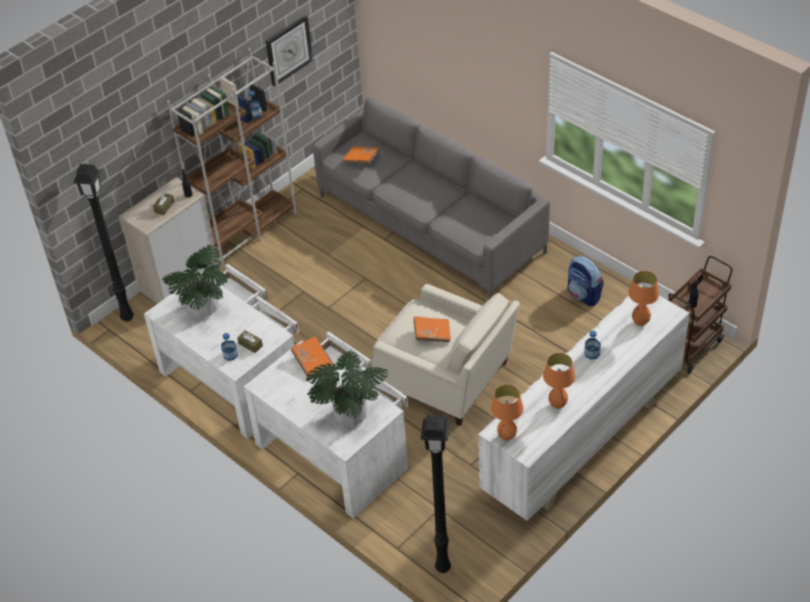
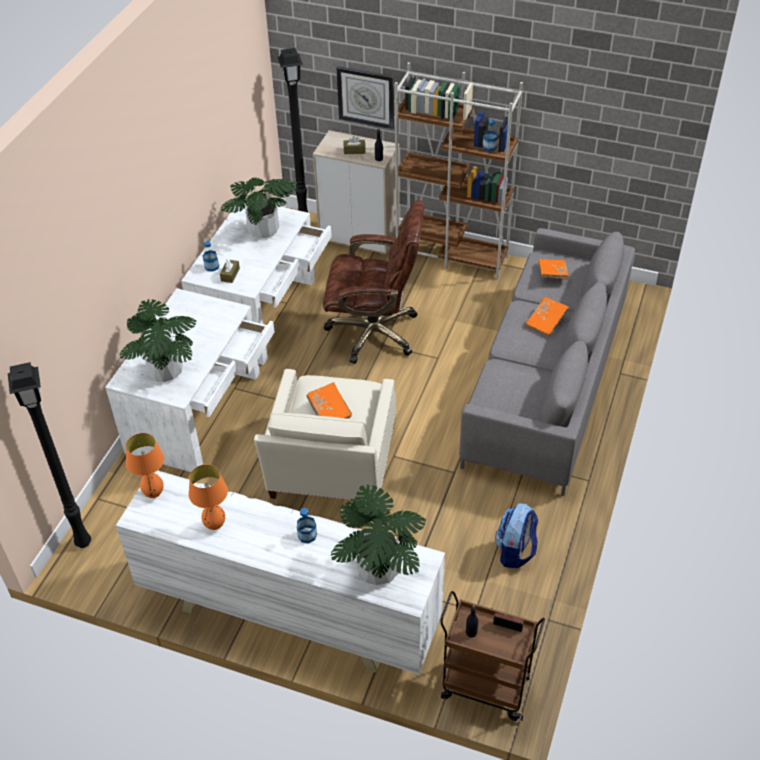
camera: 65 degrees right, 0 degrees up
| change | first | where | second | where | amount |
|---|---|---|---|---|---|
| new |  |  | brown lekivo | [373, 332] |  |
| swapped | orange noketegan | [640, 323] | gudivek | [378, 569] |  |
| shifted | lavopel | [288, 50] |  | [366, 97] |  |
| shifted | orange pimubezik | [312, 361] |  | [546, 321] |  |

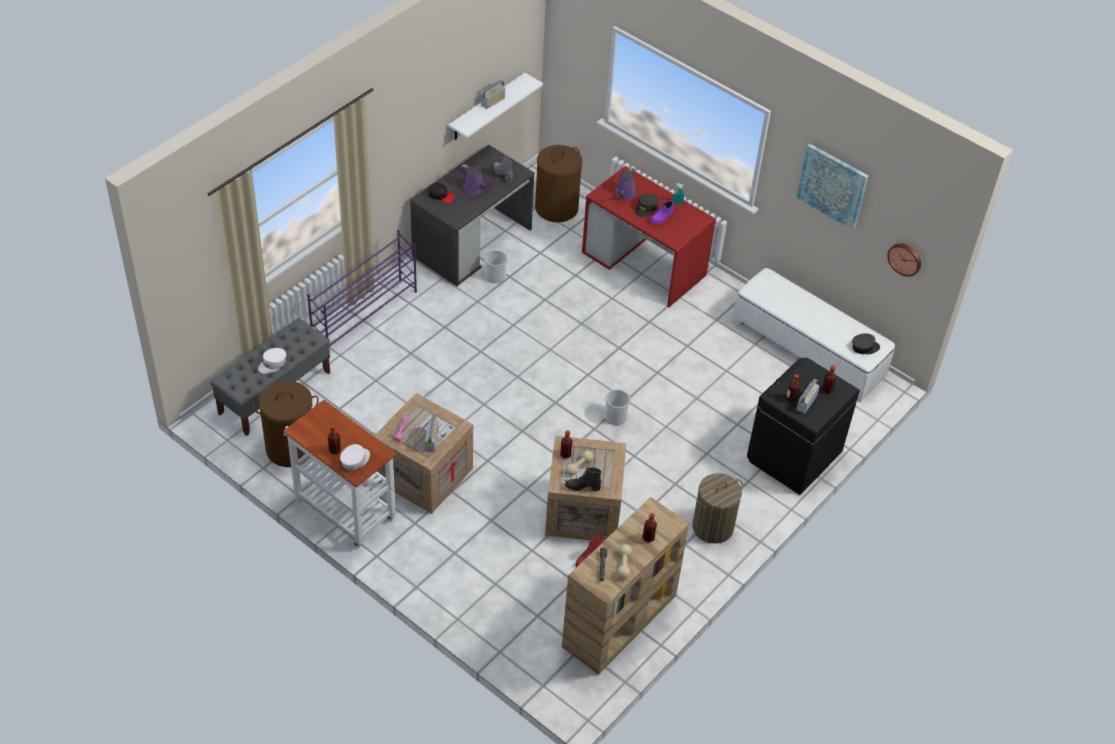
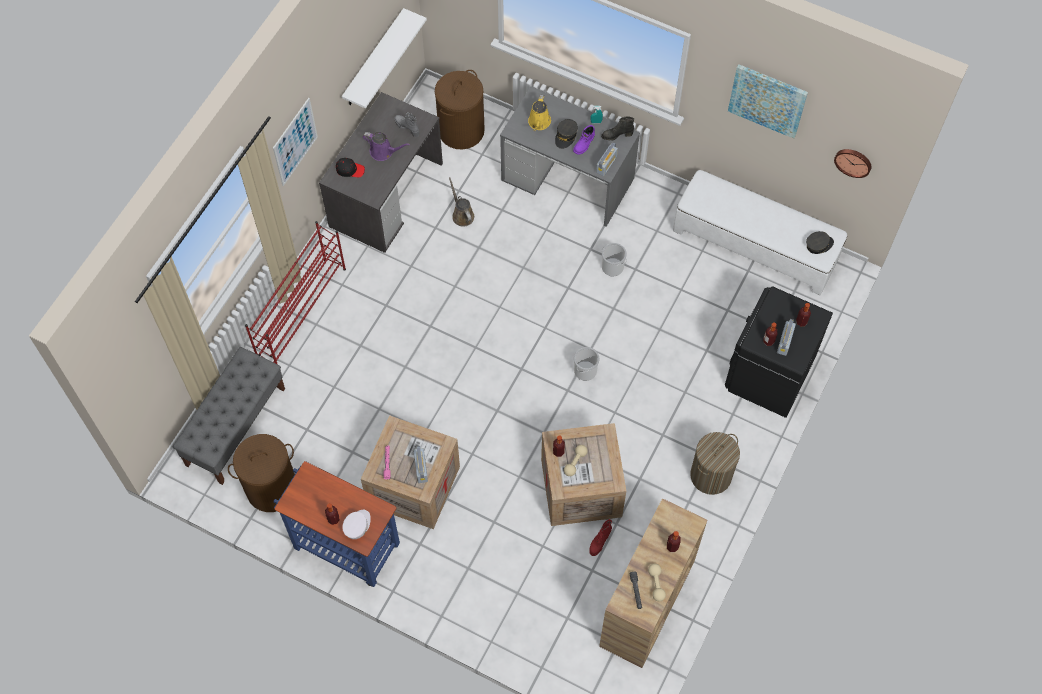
camera: 10 degrees left, 15 degrees up
| change | first | where | second | where | amount |
|---|---|---|---|---|---|
| repainted | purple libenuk | [366, 318] | red libenuk | [302, 313] |  |
| new |  |  | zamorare | [295, 142] |  |
| repainted | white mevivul | [343, 510] | blue mevivul | [345, 546] |  |
| new |  |  | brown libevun | [462, 214] |  |
| repainted | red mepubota | [644, 263] | grey mepubota | [568, 179] |  |
| repainted | purple libevun | [624, 194] | yellow libevun | [539, 123] |  |
| shifted | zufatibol | [493, 102] |  | [606, 164] |  |
| shifted | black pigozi | [582, 487] |  | [617, 135] |  |
| shifted | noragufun | [495, 276] |  | [613, 267] |  |
| gone | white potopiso | [272, 364] |  |  |  |

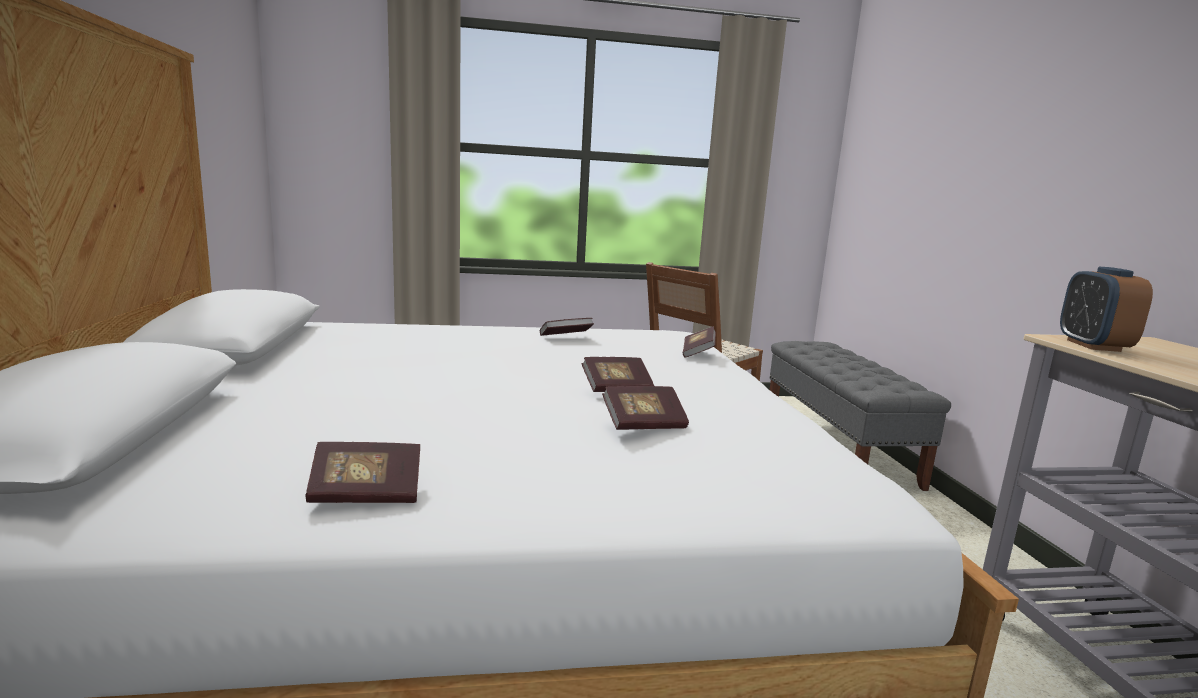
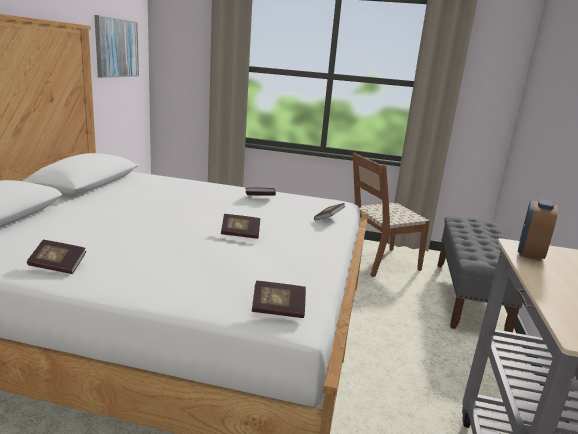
camera: 20 degrees right, 5 degrees up
| change | first | where | second | where | amount |
|---|---|---|---|---|---|
| new |  |  | zamorare | [116, 48] |  |
| shifted | pimubezik | [644, 424] |  | [278, 309] |  |

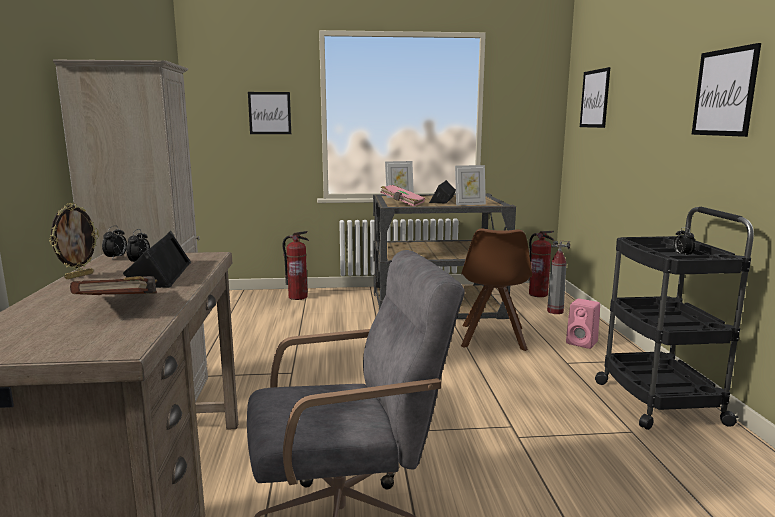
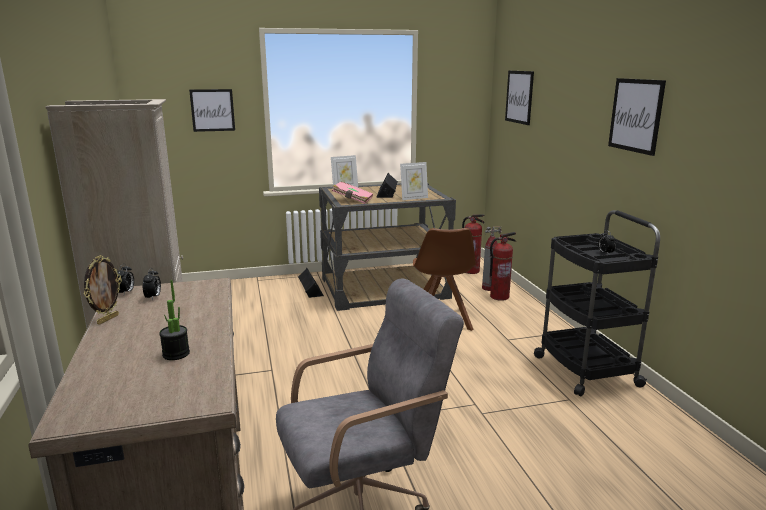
camera: 10 degrees left, 5 degrees up
| change | first | where | second | where | amount |
|---|---|---|---|---|---|
| swapped | brown pimubezik | [122, 306] | gudivek | [176, 354] |  |
| shifted | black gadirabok | [159, 274] |  | [309, 289] |  |
| shifted | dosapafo | [298, 297] |  | [499, 297] |  |
| gone | pink gadirabok | [583, 343] |  |  |  |

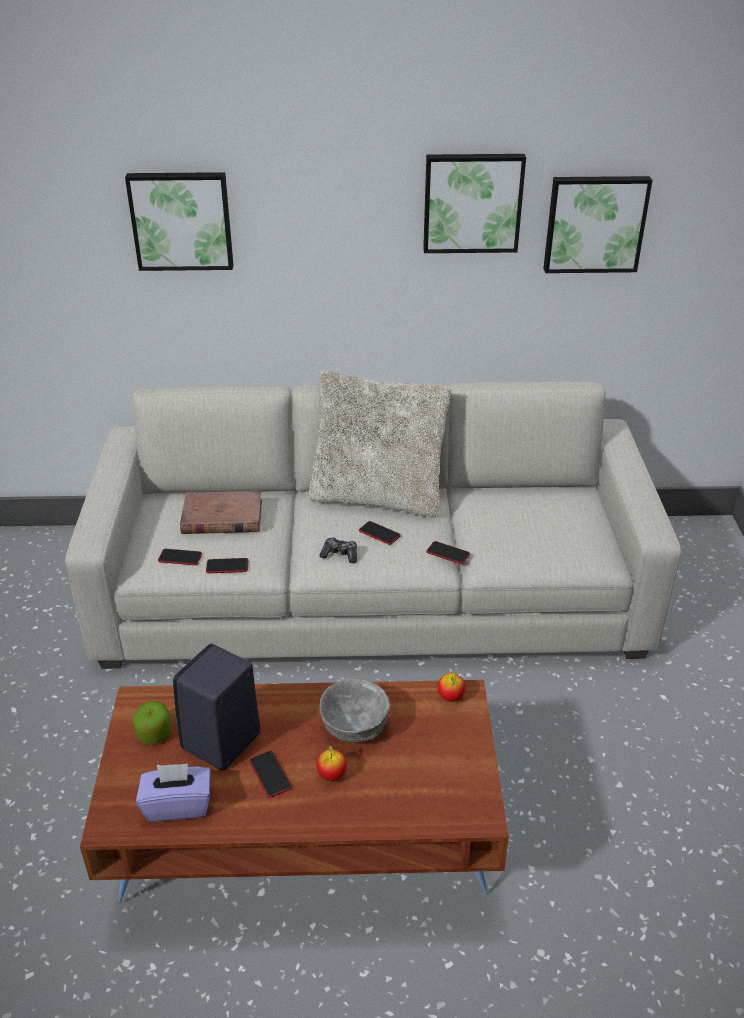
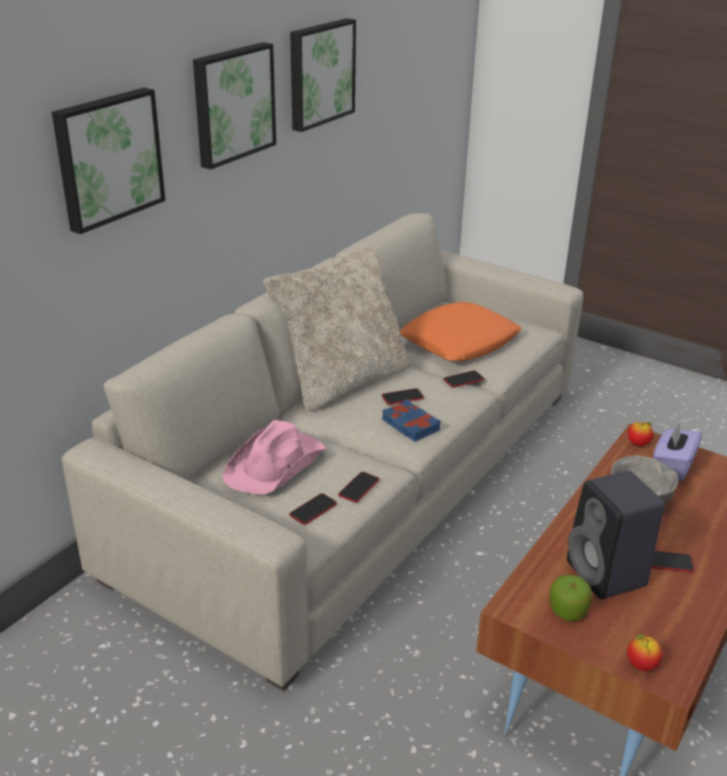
camera: 55 degrees left, 5 degrees down
| change | first | where | second | where | amount |
|---|---|---|---|---|---|
| shifted | zamorare | [594, 223] |  | [232, 103] |  |
| swapped | brown pimubezik | [221, 517] | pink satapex | [276, 464] |  |
| swapped | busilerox | [340, 555] | blue pimubezik | [410, 425] |  |
| new |  |  | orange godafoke | [459, 341] |  |
| shifted | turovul | [331, 774] |  | [641, 665] |  |
| shifted | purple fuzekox | [178, 805] |  | [672, 466] |  |

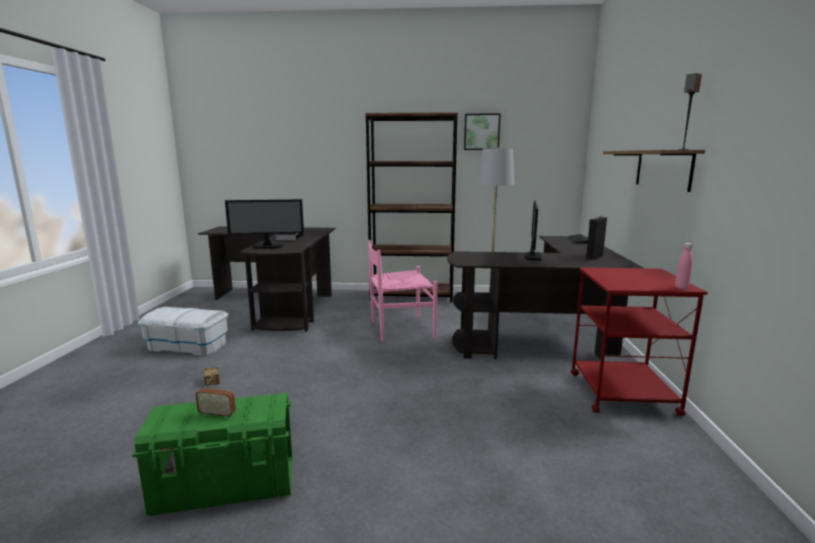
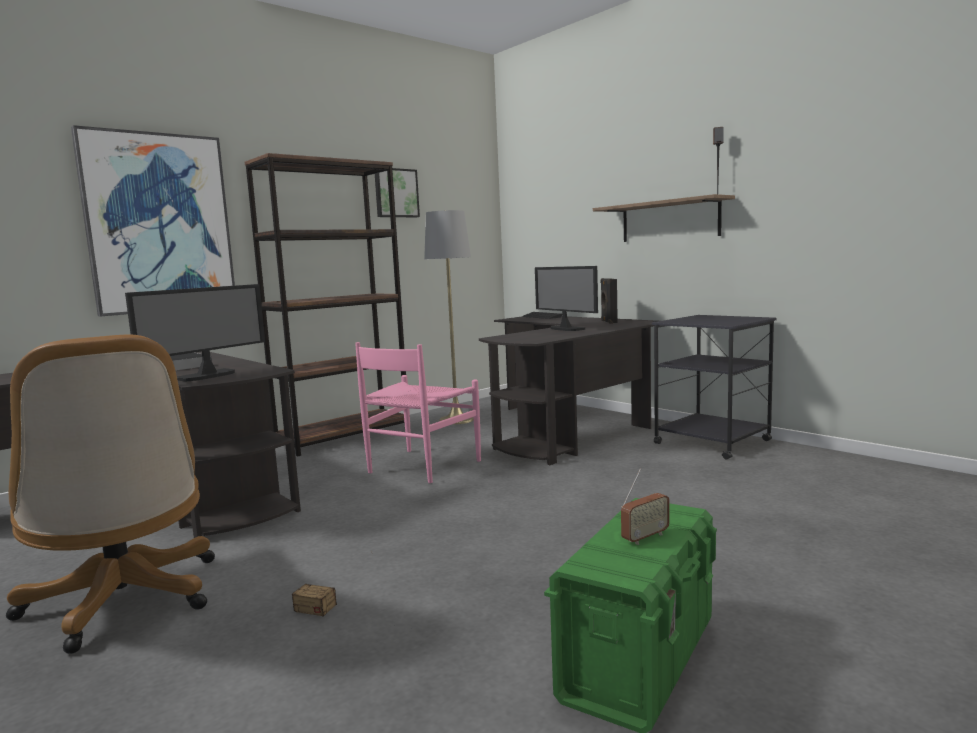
camera: 45 degrees left, 5 degrees down
| change | first | where | second | where | amount |
|---|---|---|---|---|---|
| swapped | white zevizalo | [187, 346] | lekivo | [126, 604] |  |
| new |  |  | zamorare | [159, 224] |  |
| repainted | red mevivul | [622, 394] | black mevivul | [713, 442] |  |
| gone | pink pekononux | [681, 288] |  |  |  |

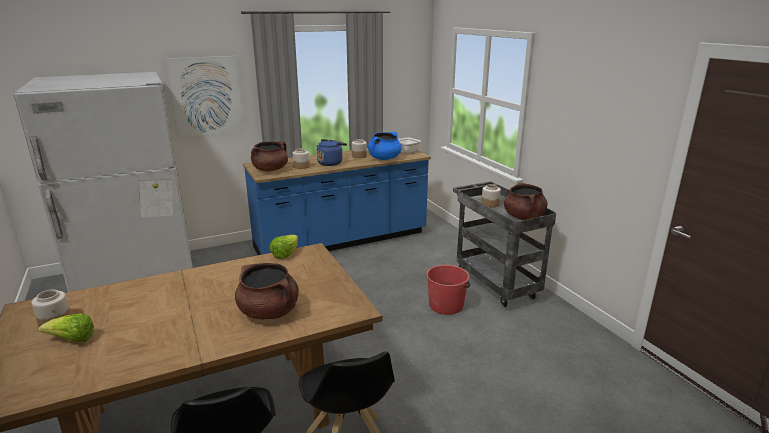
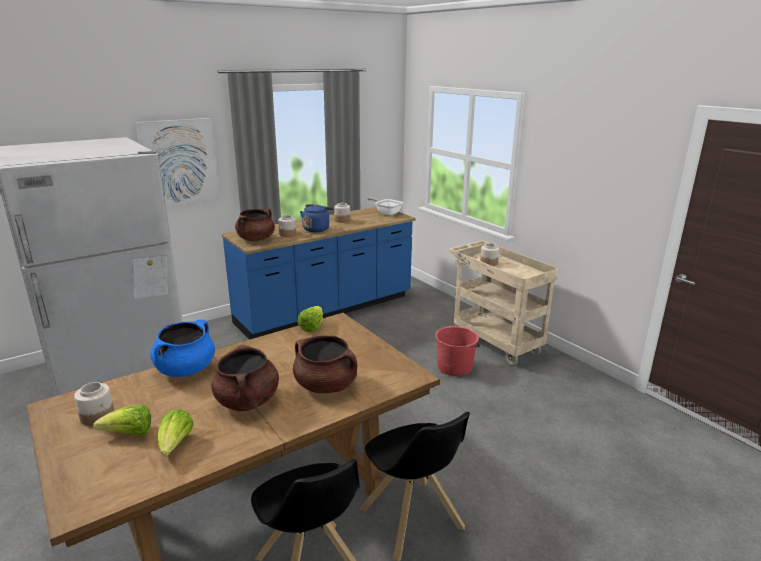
camera: 10 degrees left, 0 degrees up
| change | first | where | second | where | amount |
|---|---|---|---|---|---|
| shifted | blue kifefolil | [384, 158] |  | [186, 369] |  |
| new |  |  | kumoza | [175, 445] |  |
| shifted | brown kifefolil | [524, 217] |  | [247, 401] |  |
| repainted | black mevivul | [493, 285] | beige mevivul | [493, 343] |  |

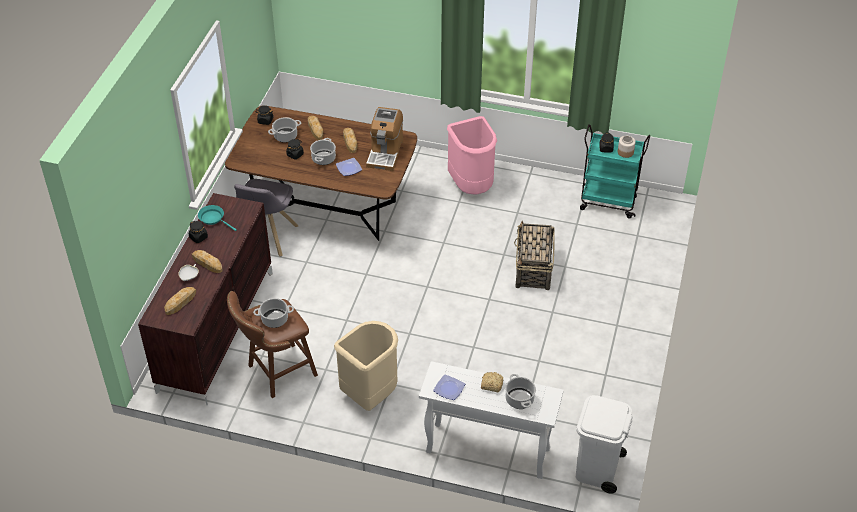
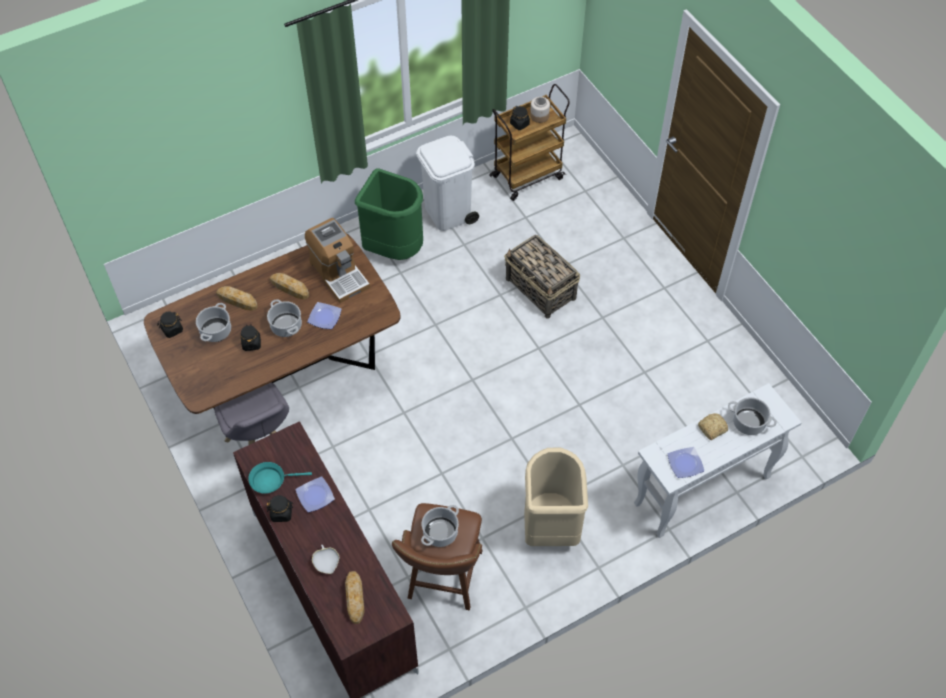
camera: 45 degrees left, 10 degrees up
| change | first | where | second | where | amount |
|---|---|---|---|---|---|
| new |  |  | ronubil | [316, 496] |  |
| repainted | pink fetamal | [471, 186] | green fetamal | [394, 248] |  |
| shifted | white fetamal | [597, 470] |  | [448, 213] |  |
| repainted | turquoise mevivul | [608, 203] | brown mevivul | [528, 177] |  |
| gone | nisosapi | [207, 263] |  |  |  |

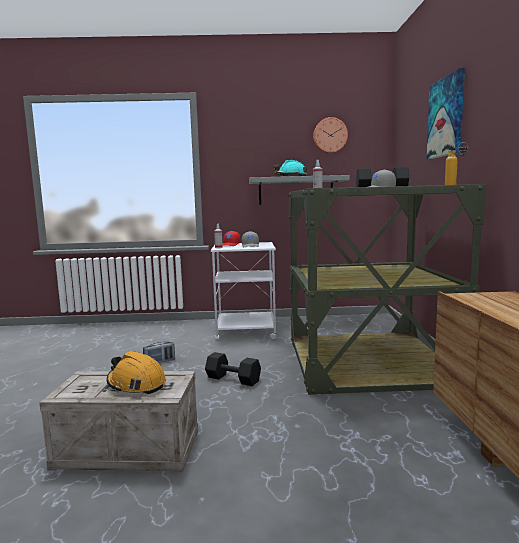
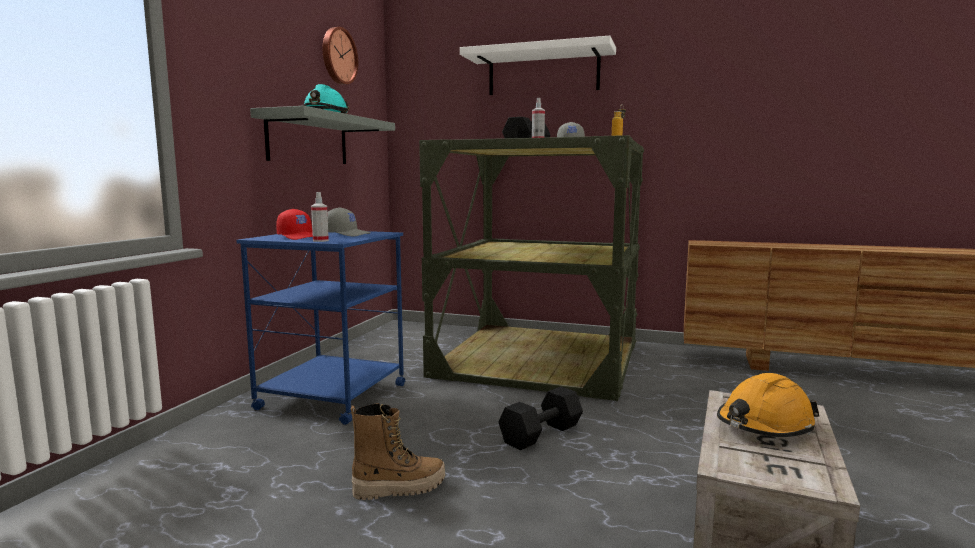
camera: 70 degrees left, 0 degrees up
| change | first | where | second | where | amount |
|---|---|---|---|---|---|
| repainted | white mevivul | [247, 330] | blue mevivul | [333, 395] |  |
| swapped | zufatibol | [159, 362] | pigozi | [399, 488] |  |
| swapped | zamorare | [446, 117] | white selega | [543, 72] |  |

